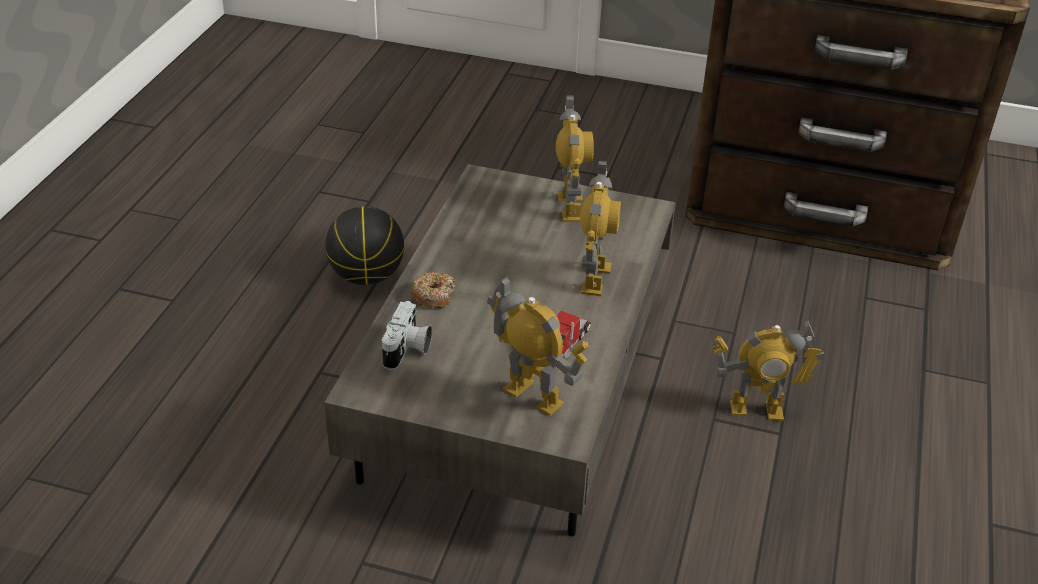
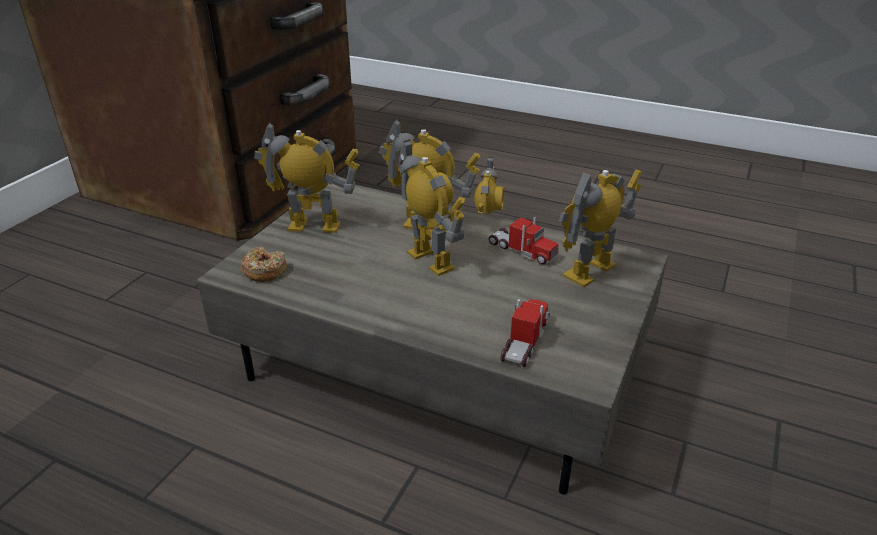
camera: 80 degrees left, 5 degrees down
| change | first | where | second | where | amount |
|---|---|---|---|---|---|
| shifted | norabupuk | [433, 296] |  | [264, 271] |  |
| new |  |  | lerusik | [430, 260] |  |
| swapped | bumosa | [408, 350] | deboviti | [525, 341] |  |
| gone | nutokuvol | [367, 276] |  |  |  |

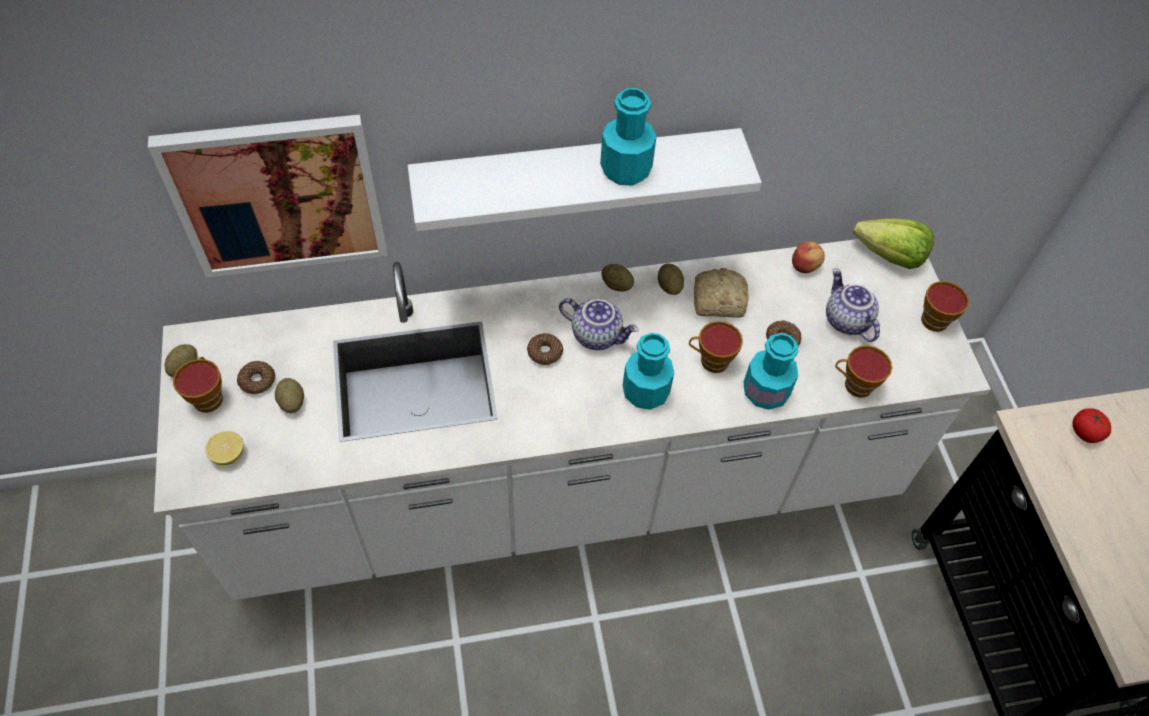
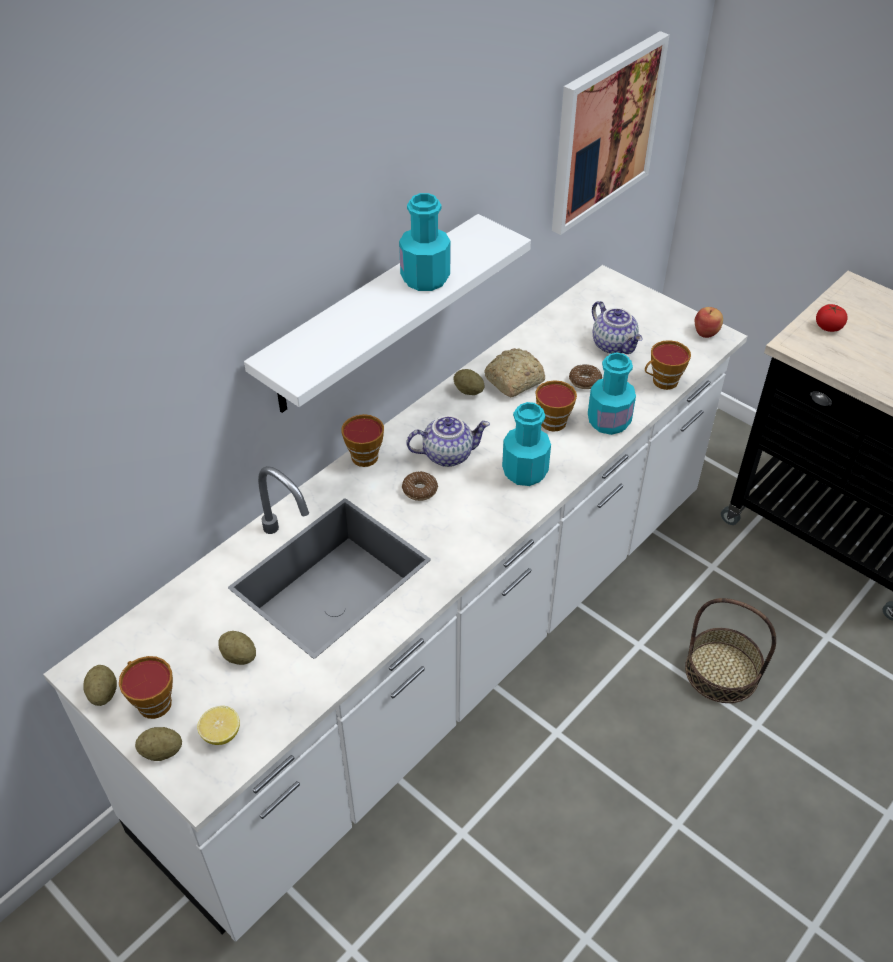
camera: 35 degrees left, 10 degrees down
| change | first | where | second | where | amount |
|---|---|---|---|---|---|
| shifted | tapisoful | [616, 285] |  | [161, 751] |  |
| shifted | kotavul | [935, 318] |  | [364, 454] |  |
| shifted | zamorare | [278, 195] |  | [604, 132] |  |
| rotated | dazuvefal | [845, 321] |  | [614, 345] | 150 degrees counterclockwise |
| new |  |  | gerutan | [721, 672] |  |
| shifted | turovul | [805, 266] |  | [706, 332] |  |
| gone | norabupuk | [257, 381] |  |  |  |
| gone | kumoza | [890, 256] |  |  |  |

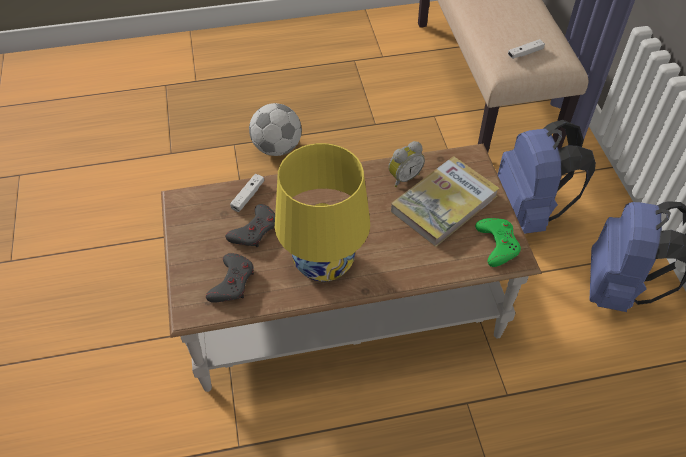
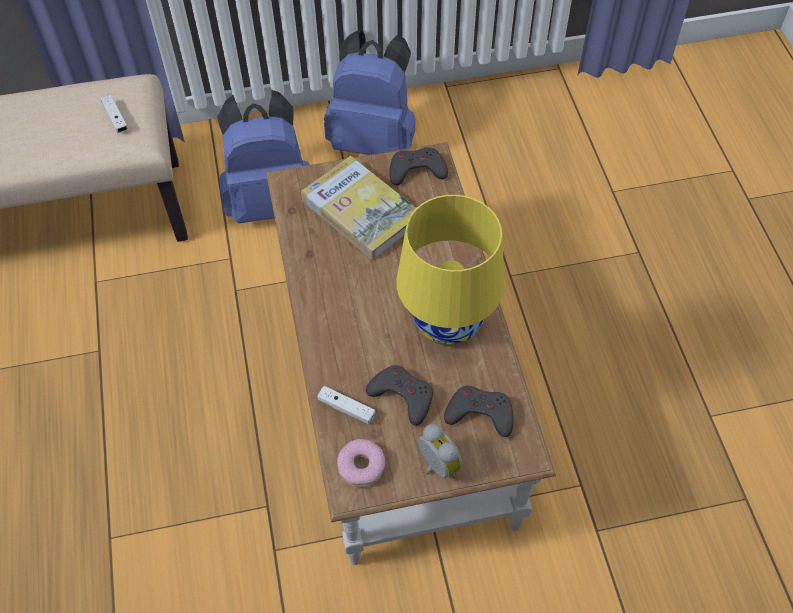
camera: 90 degrees left, 5 degrees up
| change | first | where | second | where | amount |
|---|---|---|---|---|---|
| new |  |  | norabupuk | [361, 466] |  |
| repainted | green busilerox | [497, 244] | grey busilerox | [416, 170] |  |
| shifted | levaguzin | [403, 177] |  | [436, 466] |  |
| gone | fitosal | [277, 147] |  |  |  |

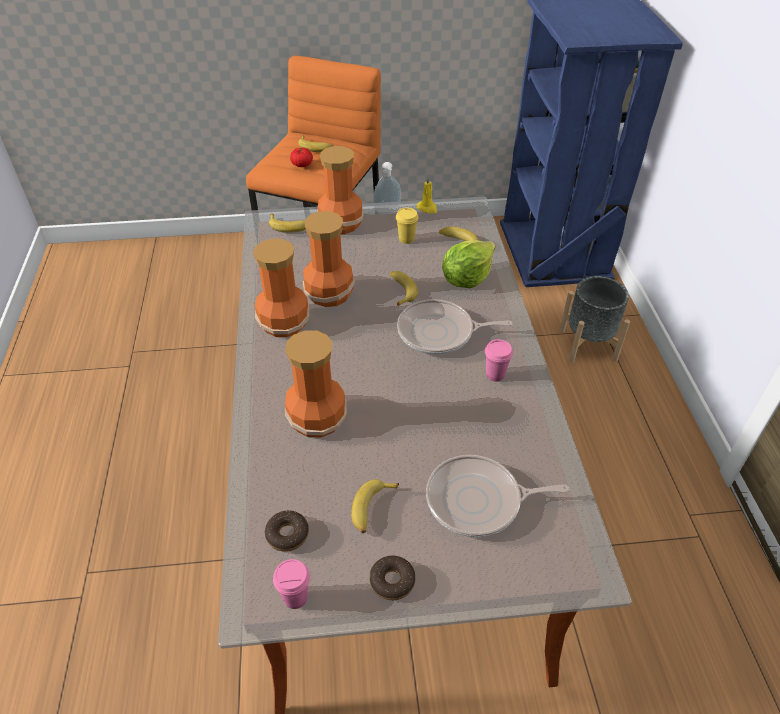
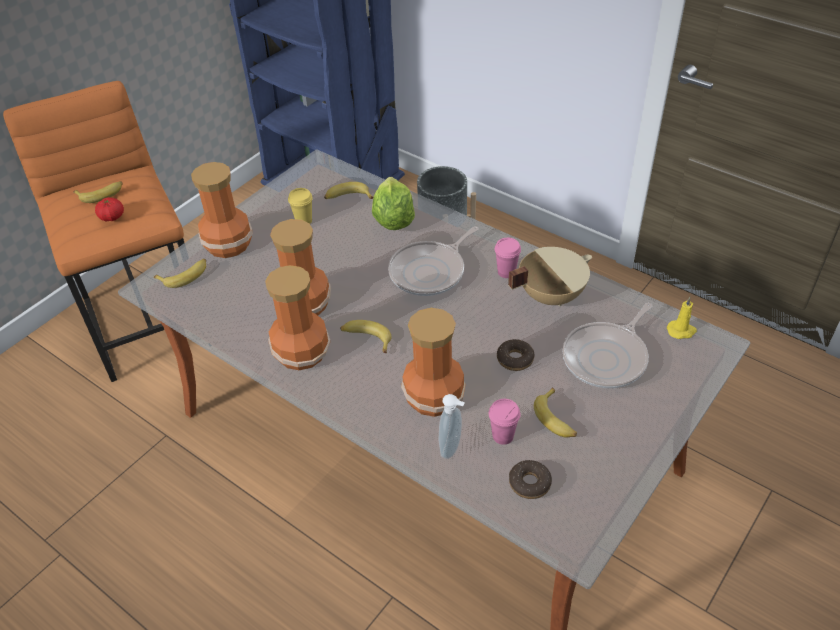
camera: 45 degrees left, 0 degrees up
| change | first | where | second | where | amount |
|---|---|---|---|---|---|
| shifted | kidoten | [400, 291] |  | [366, 338] |  |
| shifted | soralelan | [387, 212] |  | [452, 448] |  |
| shifted | pink kotavul | [295, 597] |  | [503, 436] |  |
| shifted | norabupuk | [392, 581] |  | [515, 359] |  |
| new |  |  | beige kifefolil | [550, 295] |  |
| shifted | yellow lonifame | [427, 208] |  | [681, 331] |  |

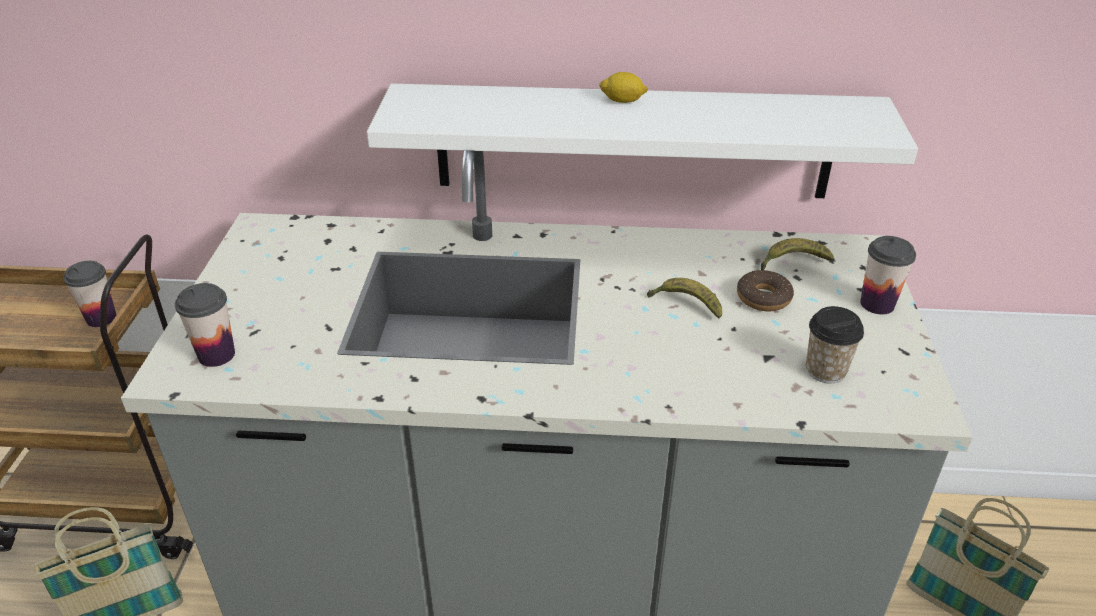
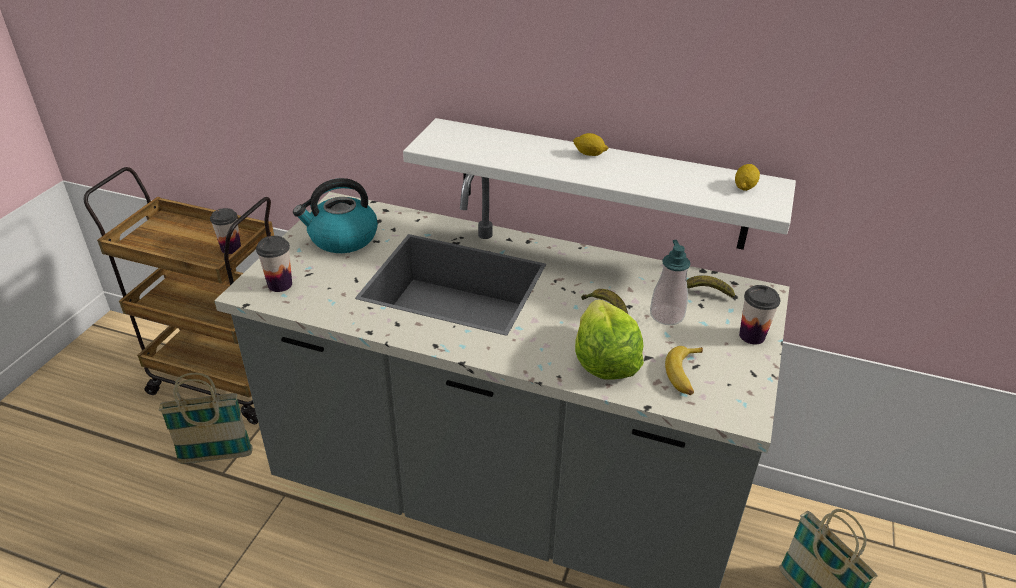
camera: 15 degrees right, 0 degrees up
| change | first | where | second | where | amount |
|---|---|---|---|---|---|
| new |  |  | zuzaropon | [342, 238] |  |
| new |  |  | kumoza | [604, 360] |  |
| swapped | norabupuk | [763, 298] | soralelan | [666, 315] |  |
| swapped | kotavul | [825, 370] | kidoten | [685, 375] |  |
| new |  |  | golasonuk | [745, 187] |  |

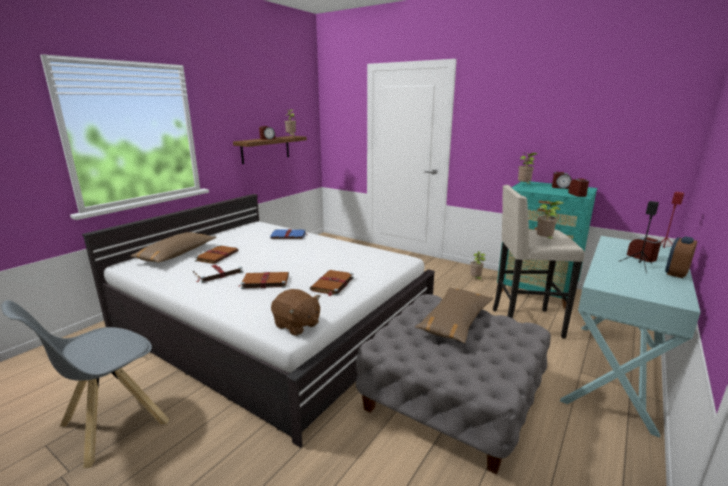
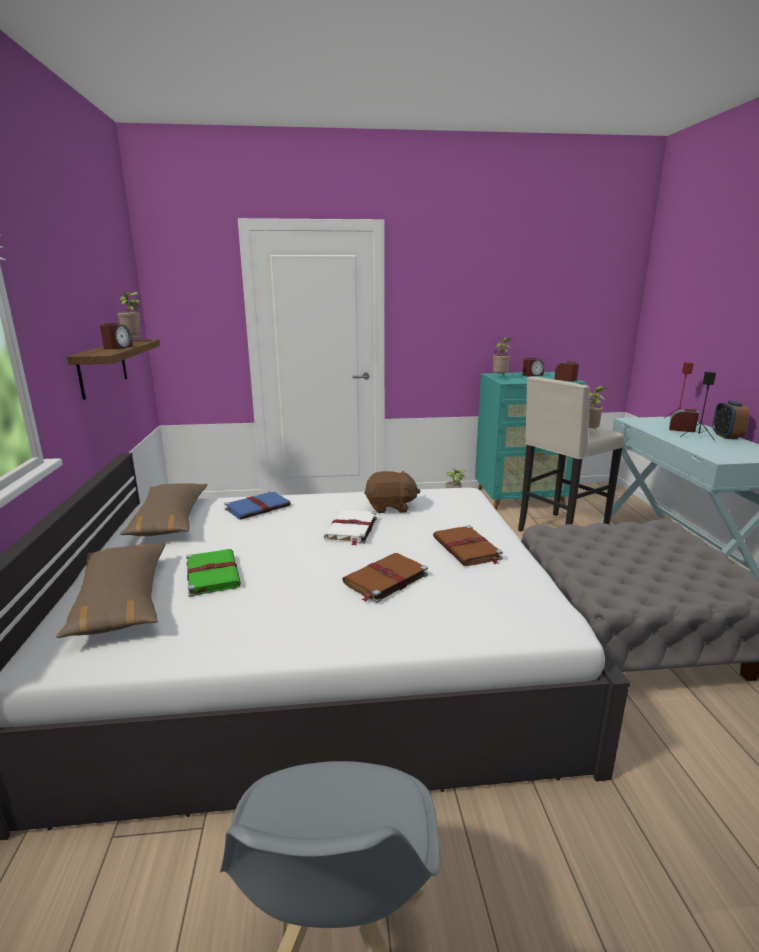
camera: 40 degrees left, 0 degrees up
| change | first | where | second | where | amount |
|---|---|---|---|---|---|
| shifted | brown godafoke | [455, 322] |  | [169, 520] |  |
| repainted | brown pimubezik | [217, 256] | green pimubezik | [212, 574] |  |
| shifted | white pimubezik | [217, 273] |  | [351, 529] |  |
| shifted | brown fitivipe | [296, 325] |  | [390, 507] |  |

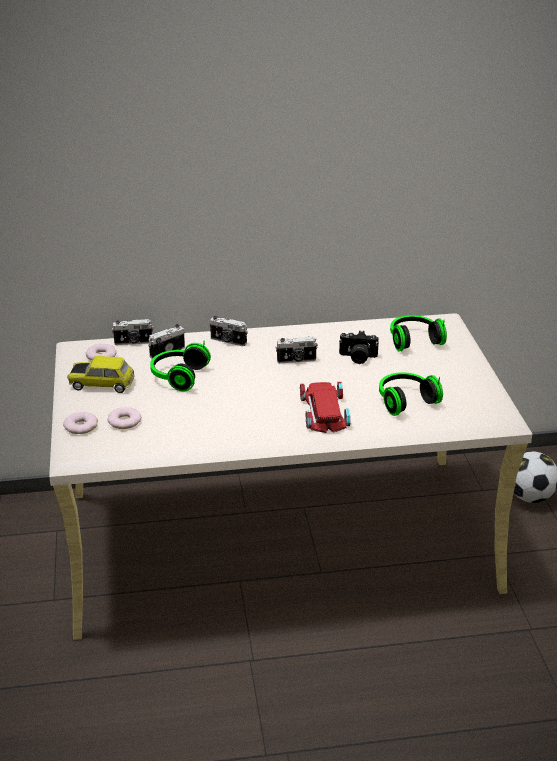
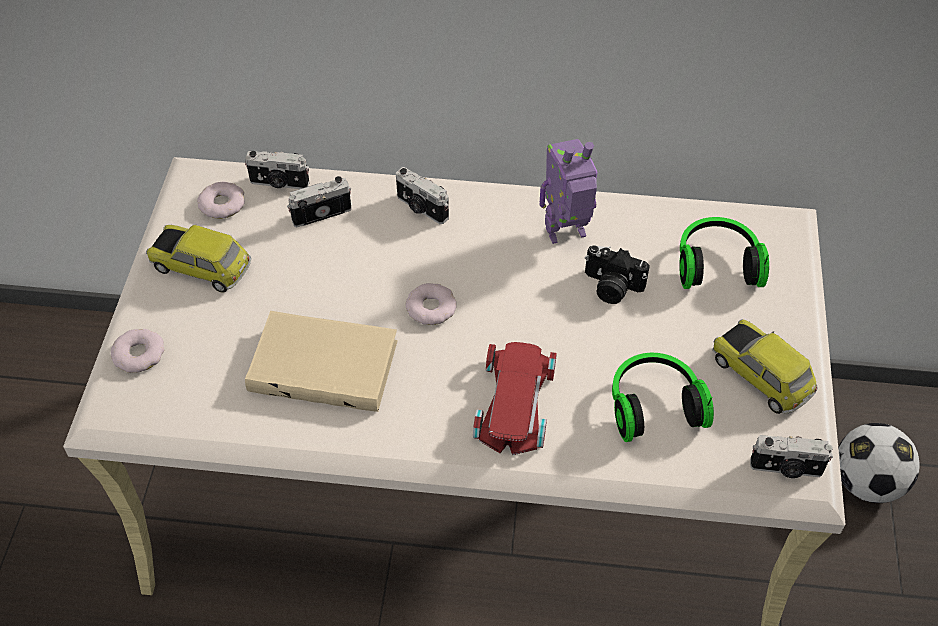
camera: 15 degrees right, 20 degrees up
| change | first | where | second | where | amount |
|---|---|---|---|---|---|
| new |  |  | beige pimubezik | [325, 364] |  |
| shifted | norabupuk | [124, 421] |  | [431, 308] |  |
| new |  |  | lerusik | [566, 234] |  |
| new |  |  | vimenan | [763, 374] |  |
| shifted | bumosa | [296, 360] |  | [786, 469] |  |
| gone | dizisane | [177, 376] |  |  |  |

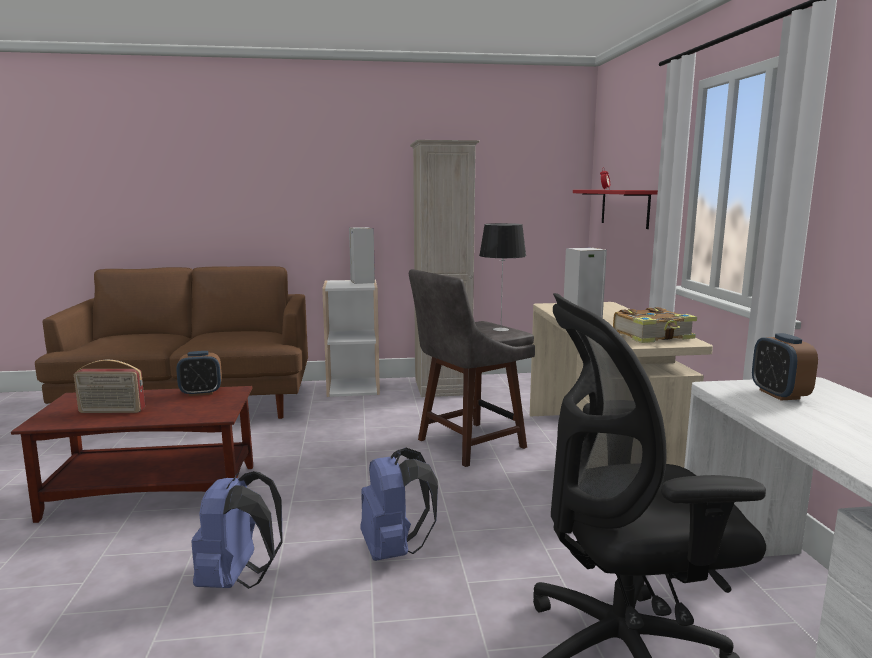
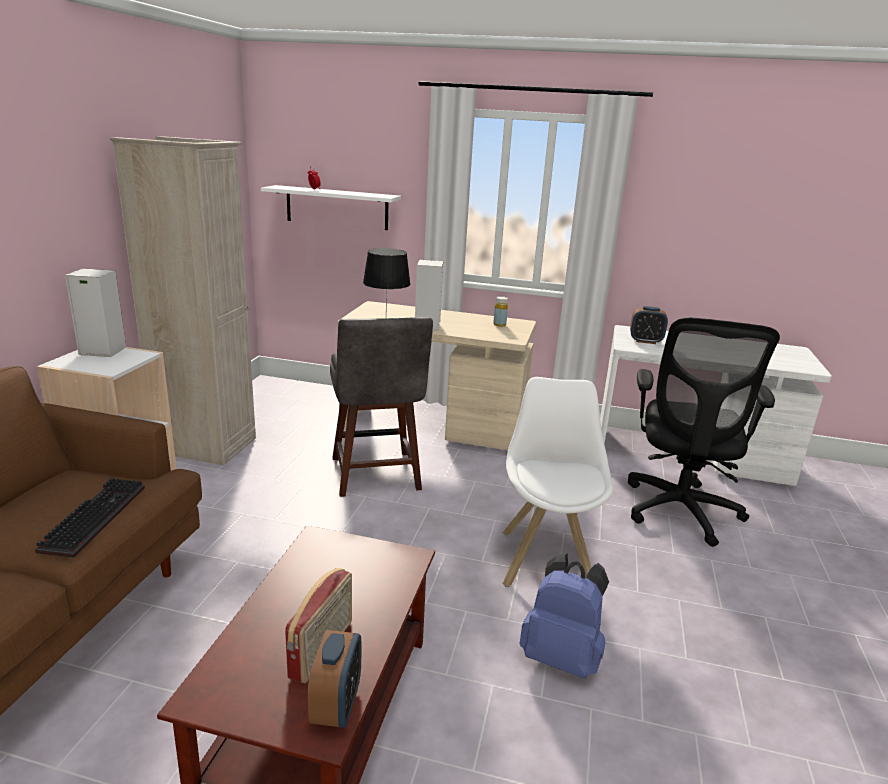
camera: 70 degrees left, 10 degrees up
| change | first | where | second | where | amount |
|---|---|---|---|---|---|
| new |  |  | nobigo | [93, 516] |  |
| repainted | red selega | [624, 207] | white selega | [337, 208] |  |
| shifted | levaguzin | [201, 393] |  | [336, 706] |  |
| swapped | pimubezik | [654, 336] | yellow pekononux | [499, 324] |  |
| swapped | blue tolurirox | [394, 550] | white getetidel | [546, 560] |  |

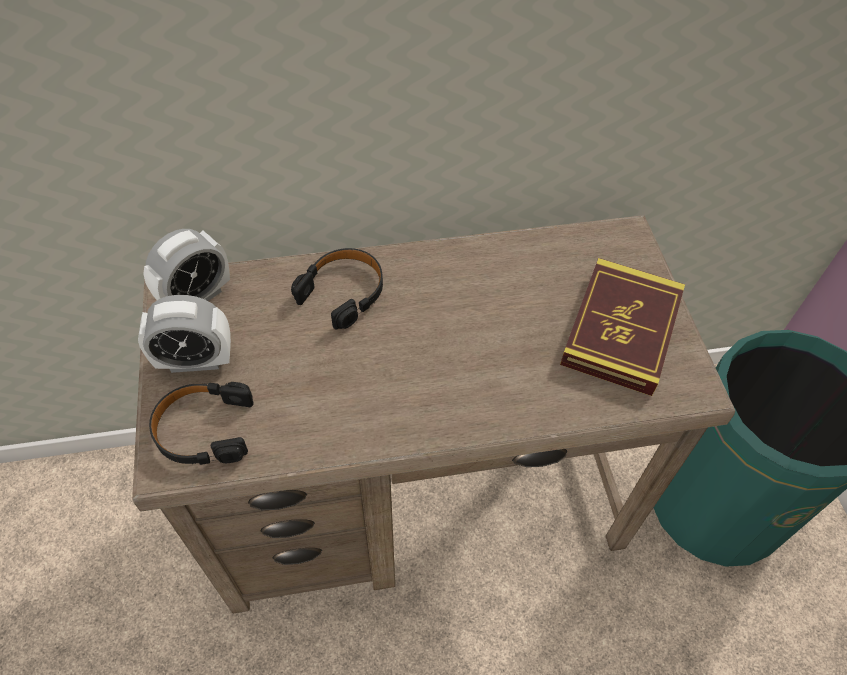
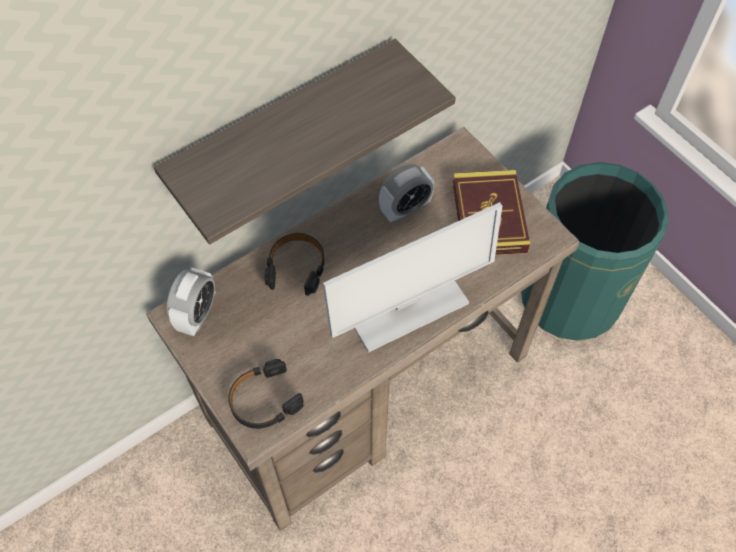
camera: 25 degrees left, 5 degrees up
| change | first | where | second | where | amount |
|---|---|---|---|---|---|
| new |  |  | selega | [283, 127] |  |
| new |  |  | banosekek | [405, 307] |  |
| shifted | levaguzin | [195, 361] |  | [405, 209] |  |

